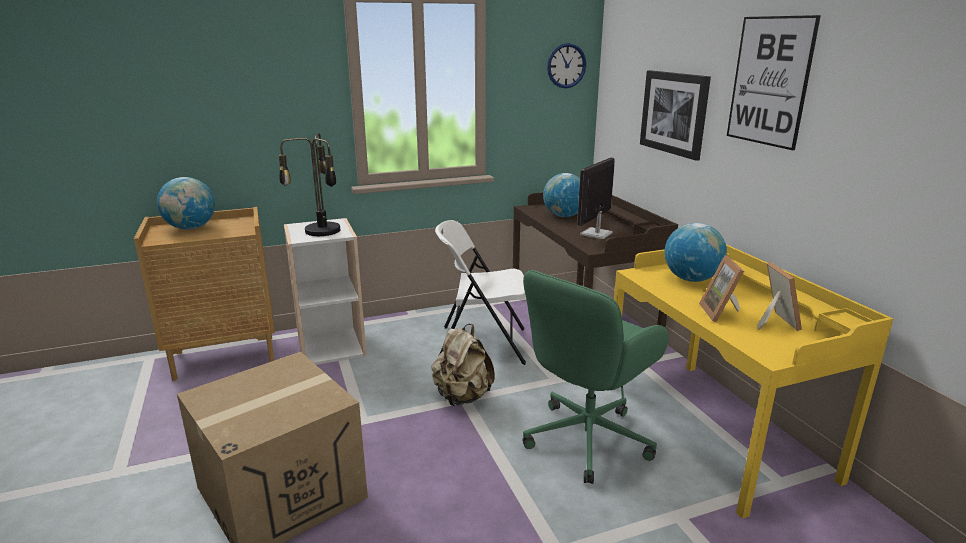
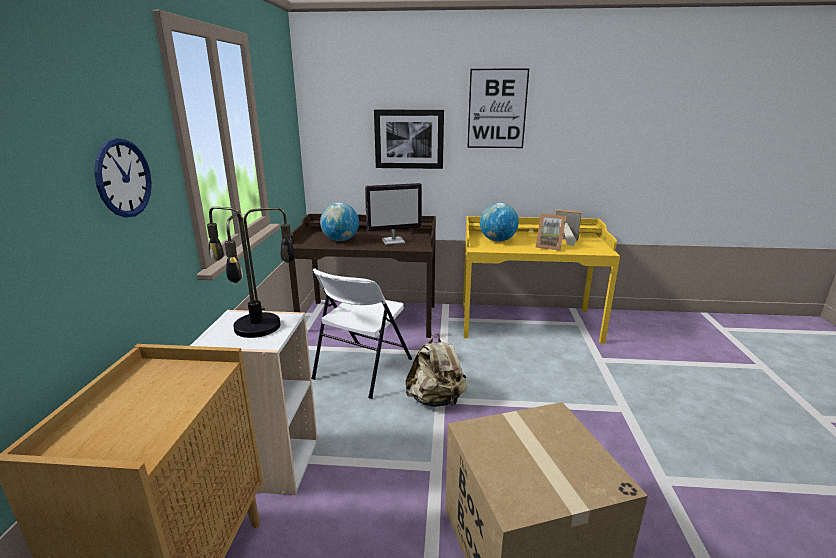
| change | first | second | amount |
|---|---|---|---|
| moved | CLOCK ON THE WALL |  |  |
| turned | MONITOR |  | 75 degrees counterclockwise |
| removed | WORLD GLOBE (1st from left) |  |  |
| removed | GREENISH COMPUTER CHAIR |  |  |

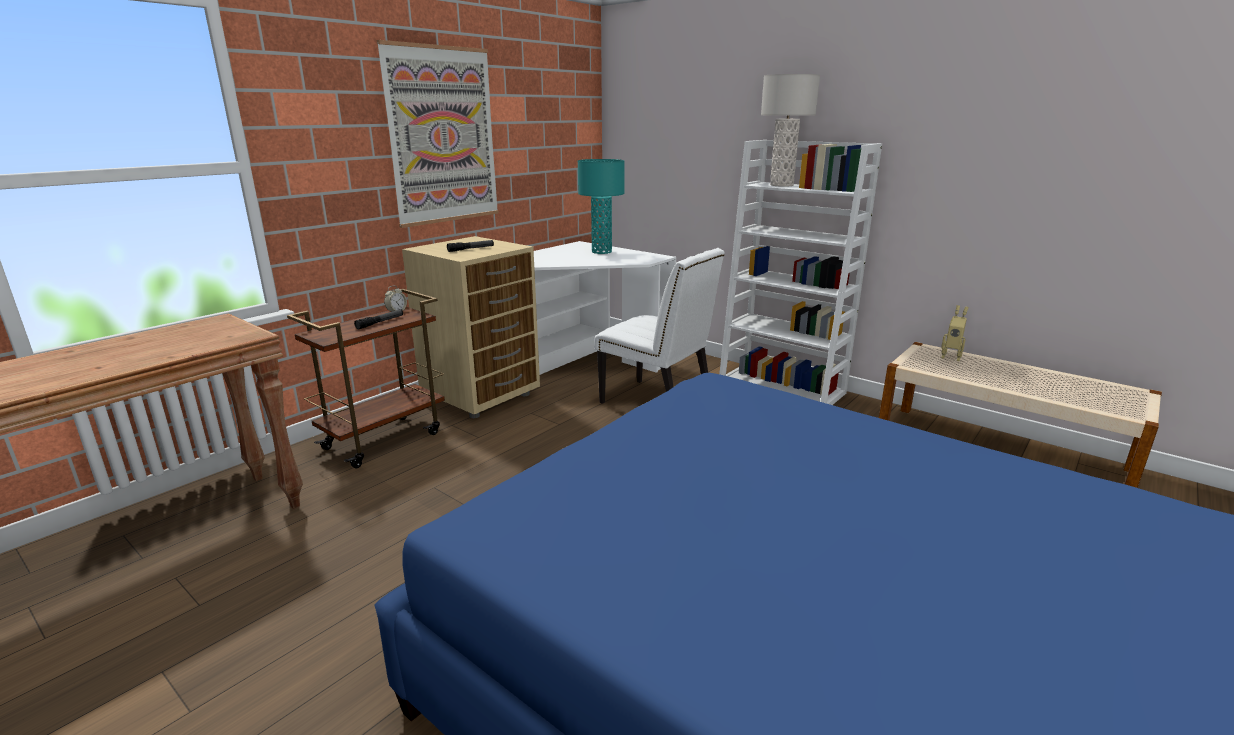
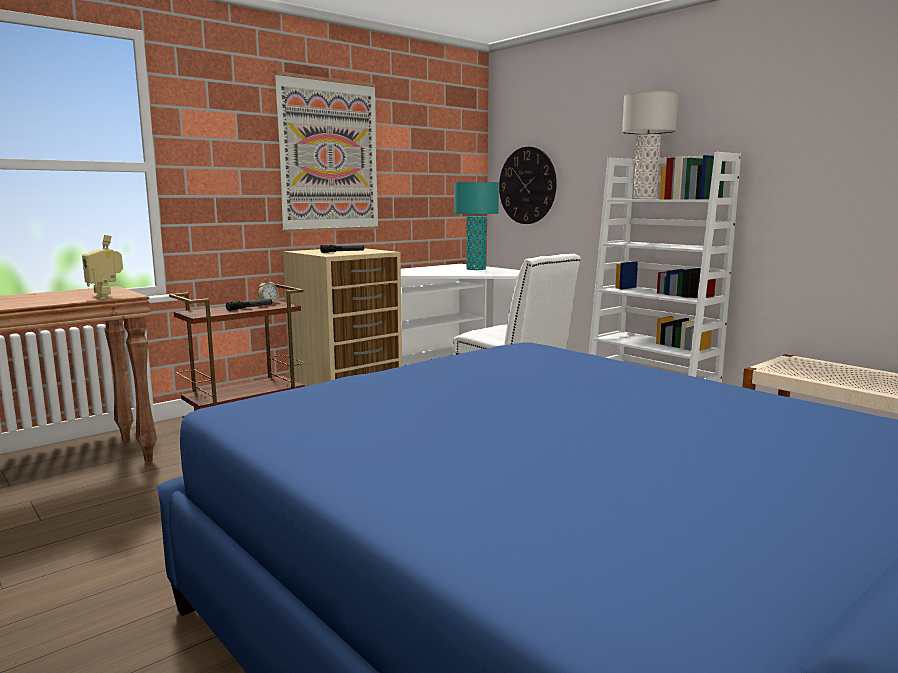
| change | first | second | amount |
|---|---|---|---|
| moved | ROBOT FIGURE |  |  |
| added |  | CLOCK ON THE WALL |  |

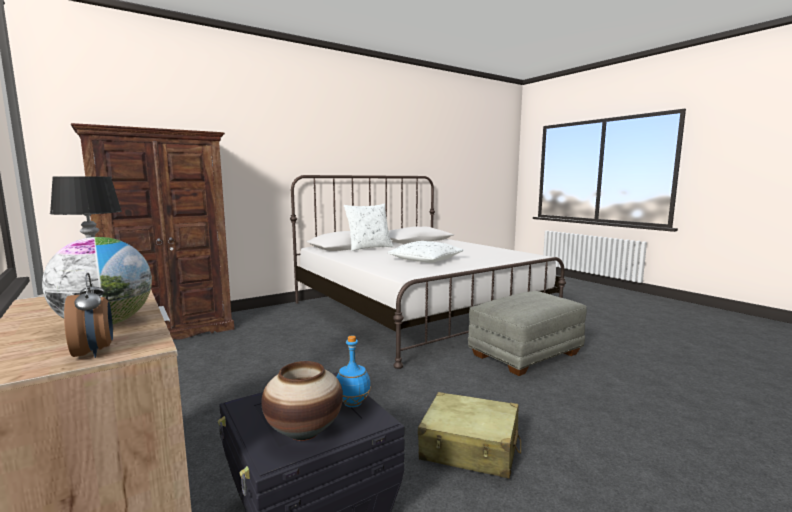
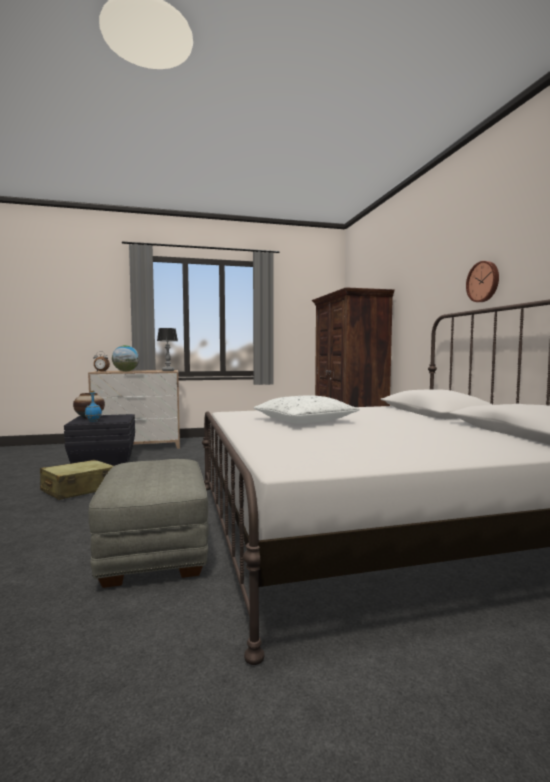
| change | first | second | amount |
|---|---|---|---|
| removed | WHITE-COLOURED CUSHION (1st from left) |  |  |
| added |  | CLOCK ON THE WALL |  |

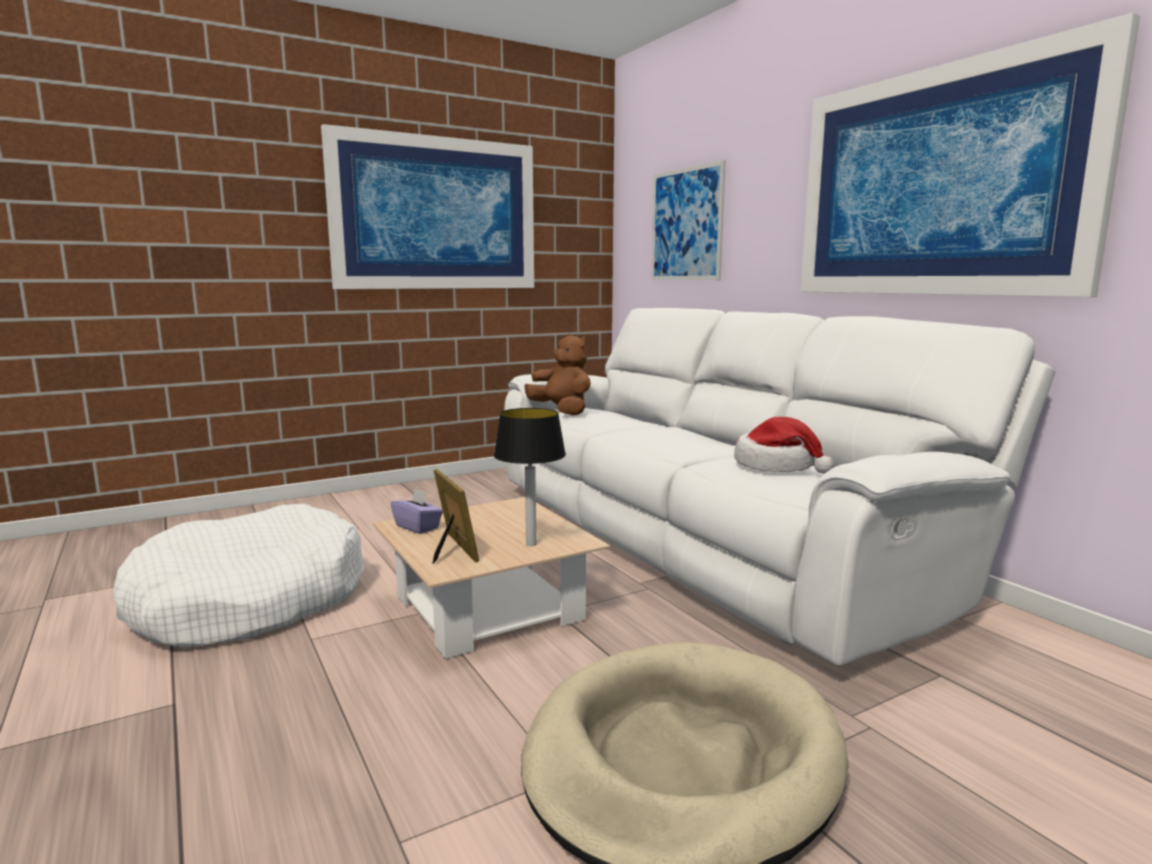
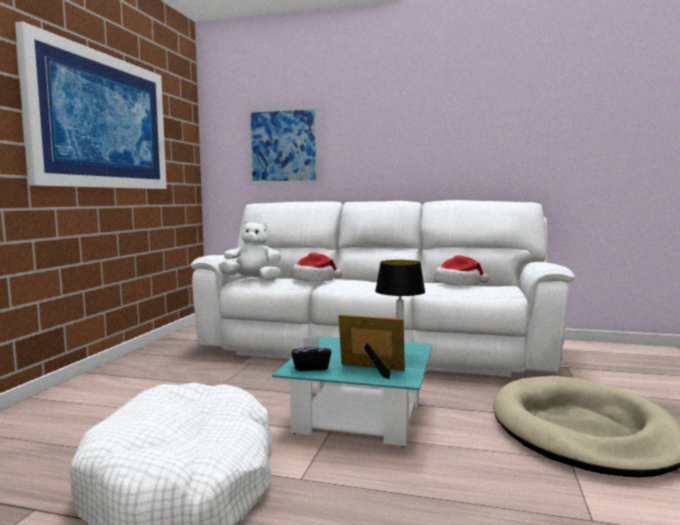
| change | first | second | amount |
|---|---|---|---|
| removed | PICTURE (3rd from left) |  |  |
| recoloured | BROWN PLUSH TOY | WHITE-COLOURED PLUSH TOY |  |
| recoloured | PURPLE TISSUE HOLDER | BLACKISH TISSUE HOLDER |  |
| recoloured | BEIGE COFFEE TABLE | TURQUOISE COFFEE TABLE |  |
| added |  | WEARABLE HAT (1st from left) |  |

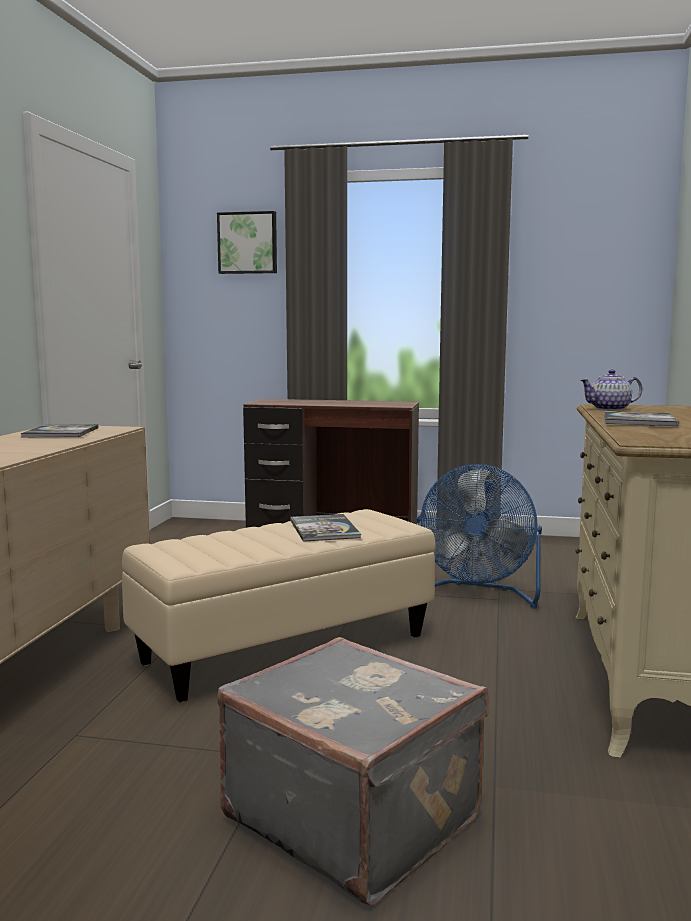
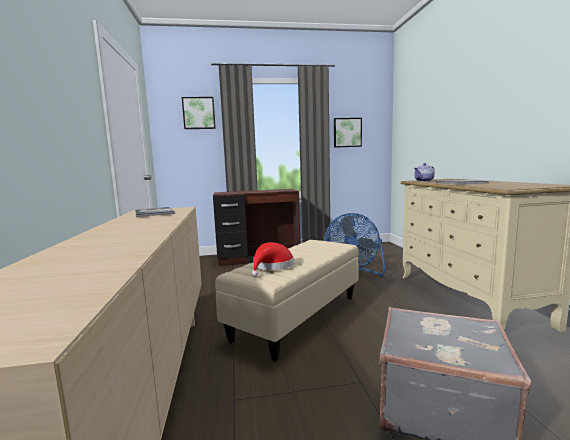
| change | first | second | amount |
|---|---|---|---|
| removed | VOLUME (2nd from left) |  |  |
| added |  | PICTURE (2nd from left) |  |
| added |  | RED WEARABLE HAT |  |

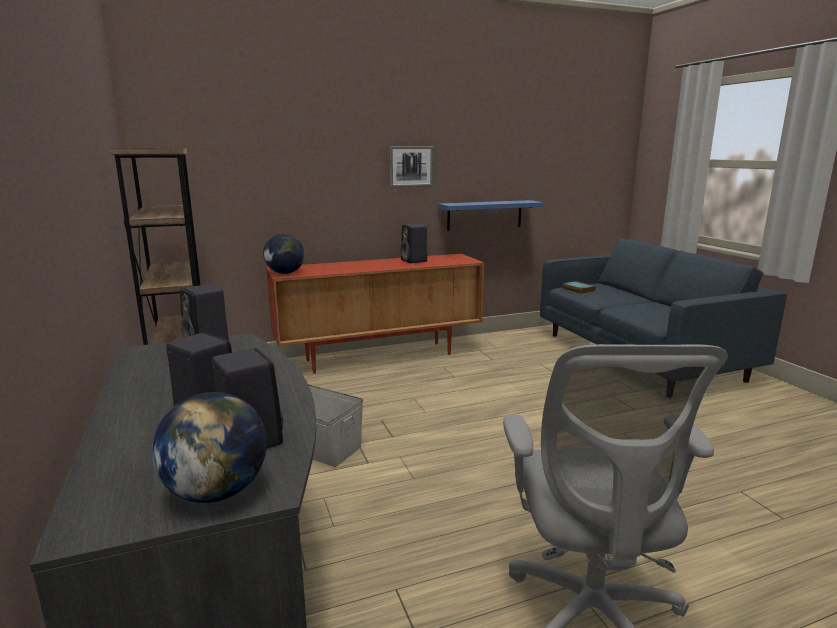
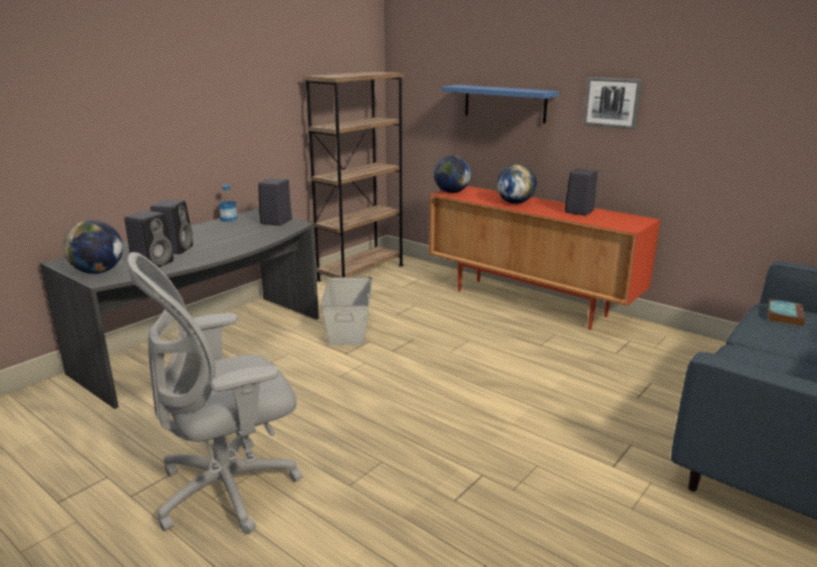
| change | first | second | amount |
|---|---|---|---|
| moved | BLUISH BRACKET SHELF |  |  |
| added |  | WORLD GLOBE (3rd from left) |  |
| added |  | BEVERAGE BOTTLE |  |

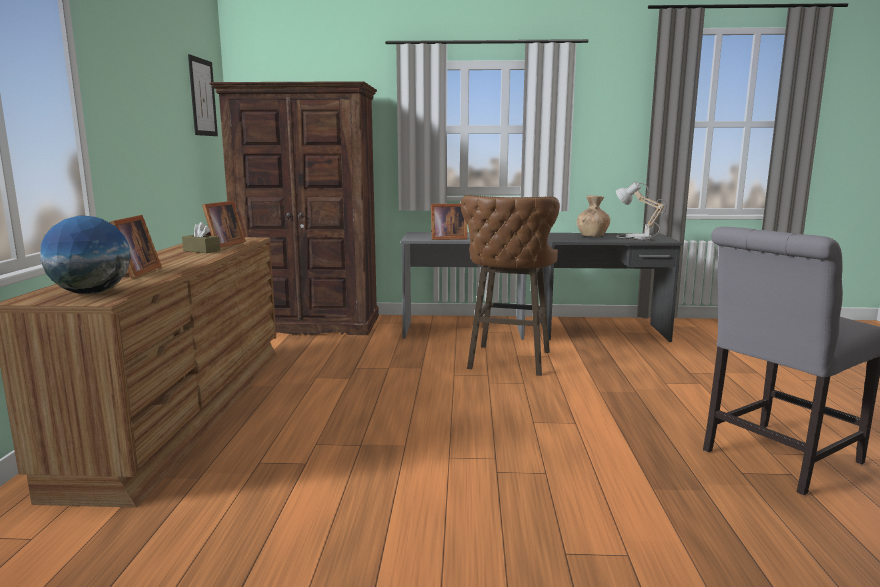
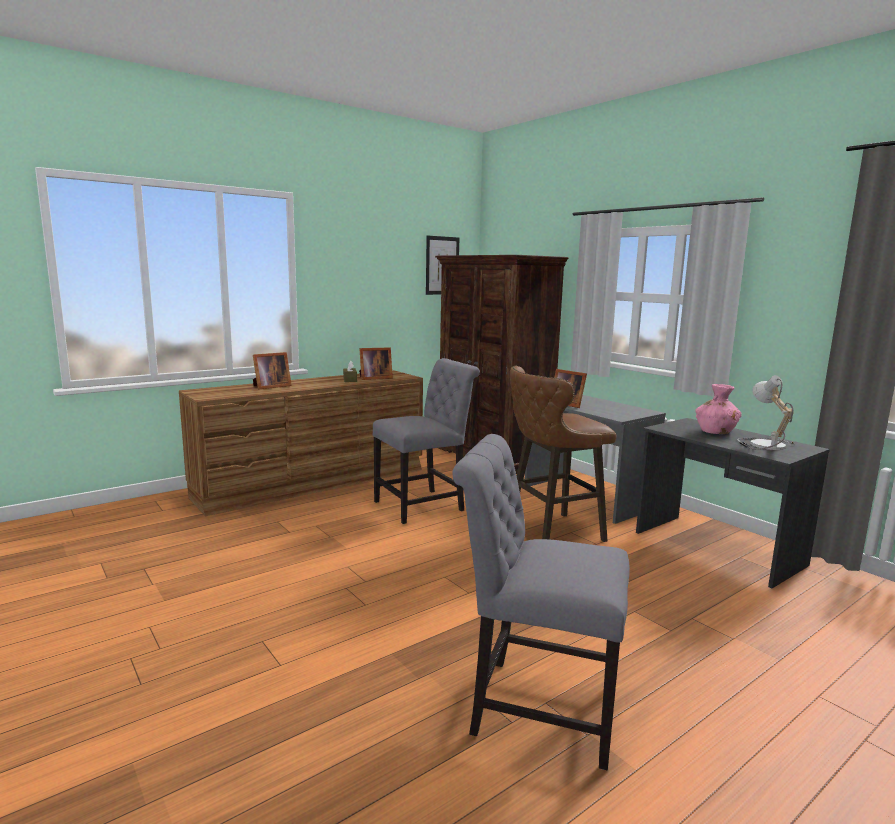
| change | first | second | amount |
|---|---|---|---|
| recoloured | BROWN FLOWER VASE | PINK FLOWER VASE |  |
| removed | WORLD GLOBE |  |  |
| added |  | GREYISH CHAIR (1st from left) |  |

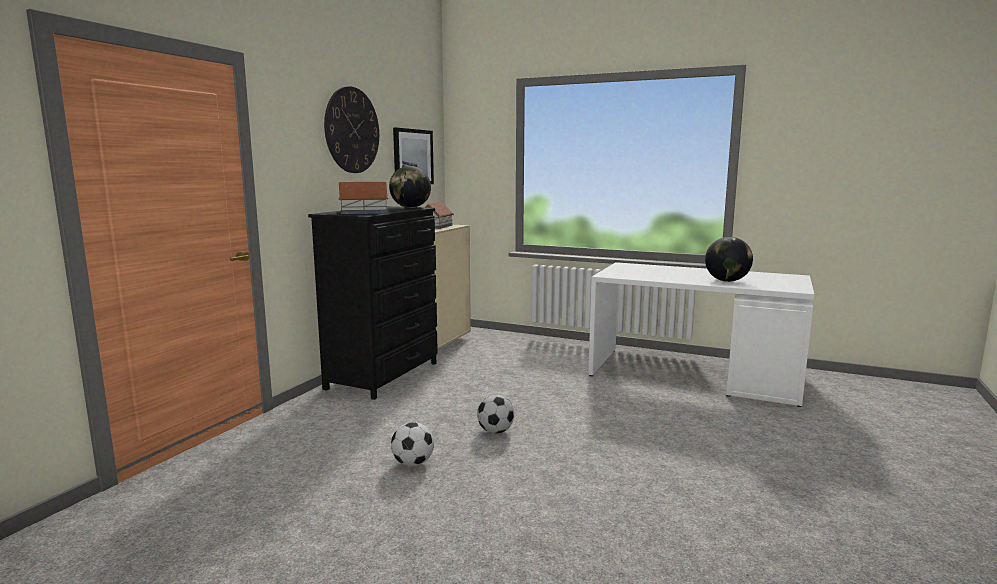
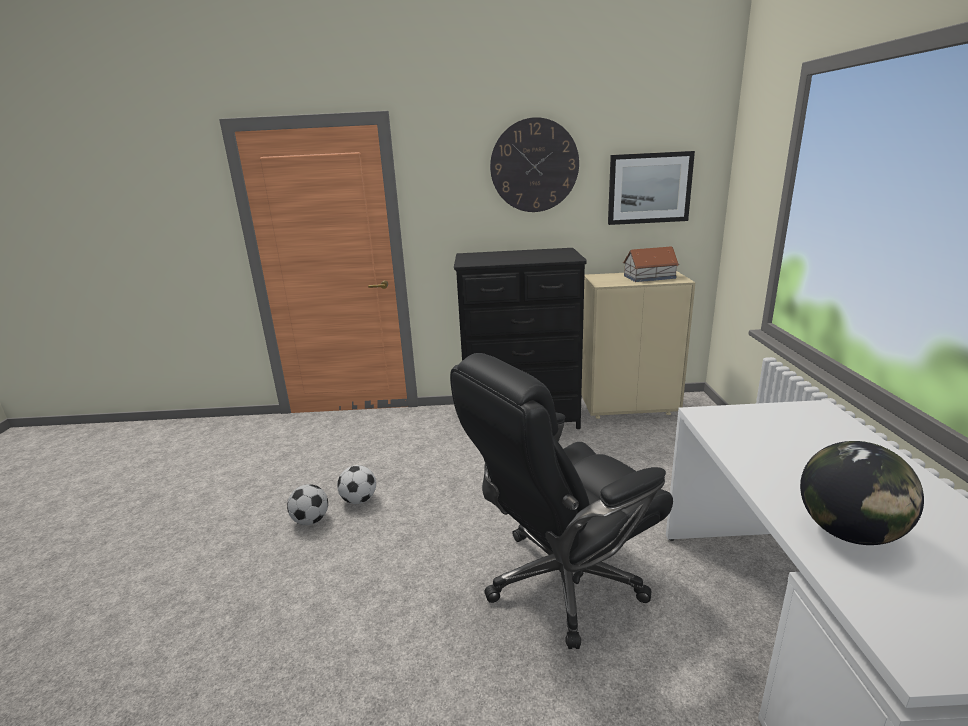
| change | first | second | amount |
|---|---|---|---|
| removed | WORLD GLOBE (1st from left) |  |  |
| removed | MODEL HOUSE (1st from left) |  |  |
| moved | BALL FOR FOOTBALL (2nd from left in the first image) | BALL FOR FOOTBALL (1st from left) |  |
| added |  | BLACKISH COMPUTER CHAIR |  |

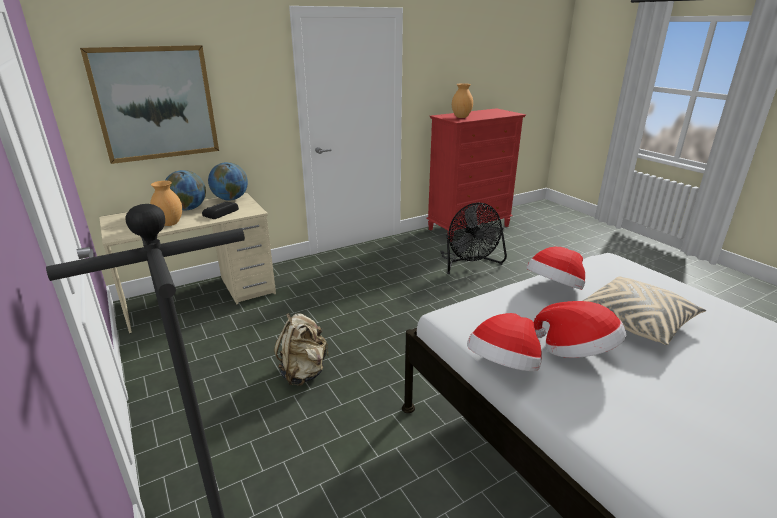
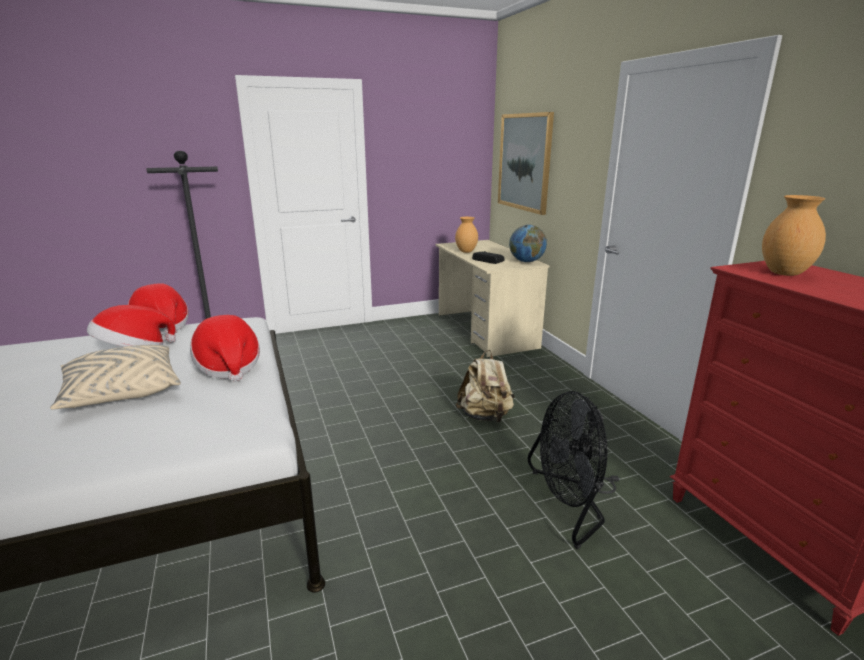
| change | first | second | amount |
|---|---|---|---|
| removed | WORLD GLOBE (1st from left) |  |  |
| moved | BEIGE BACKPACK |  |  |

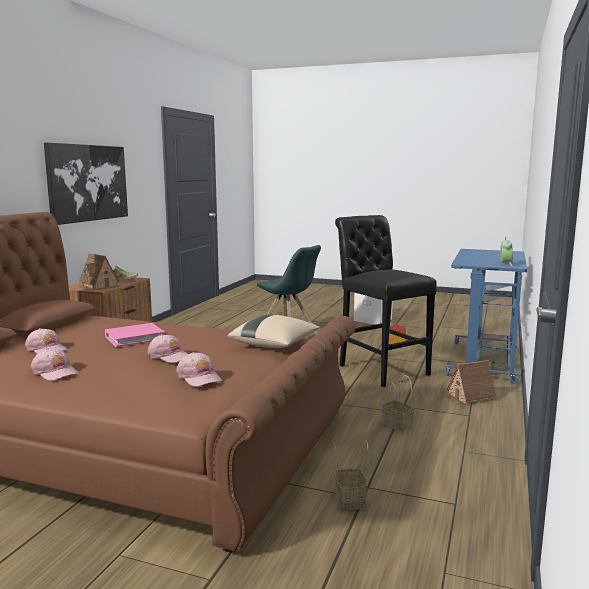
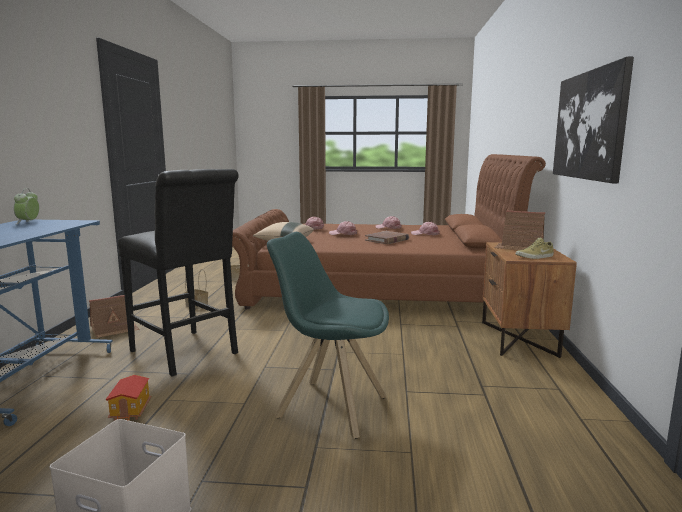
| change | first | second | amount |
|---|---|---|---|
| recoloured | PINK VOLUME | BROWN VOLUME |  |

